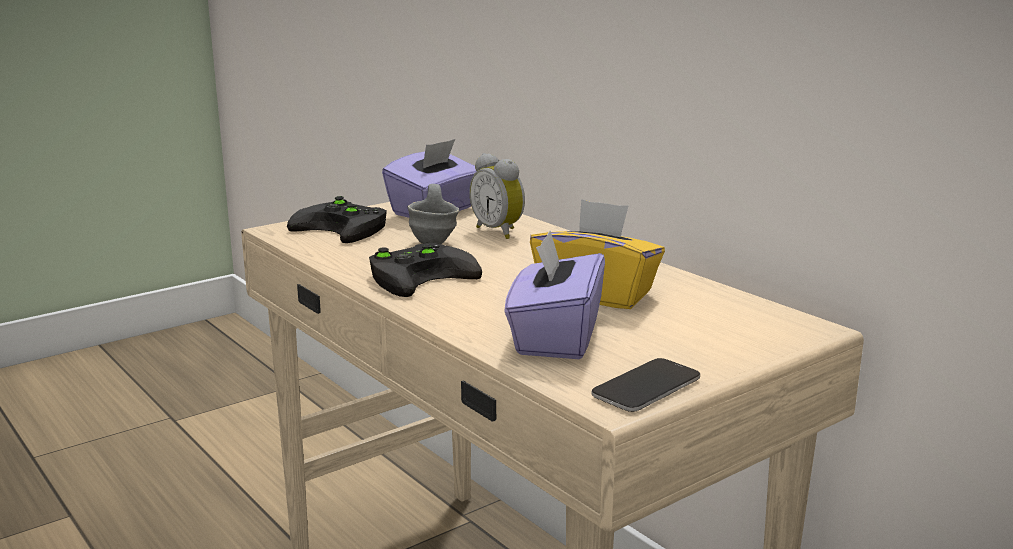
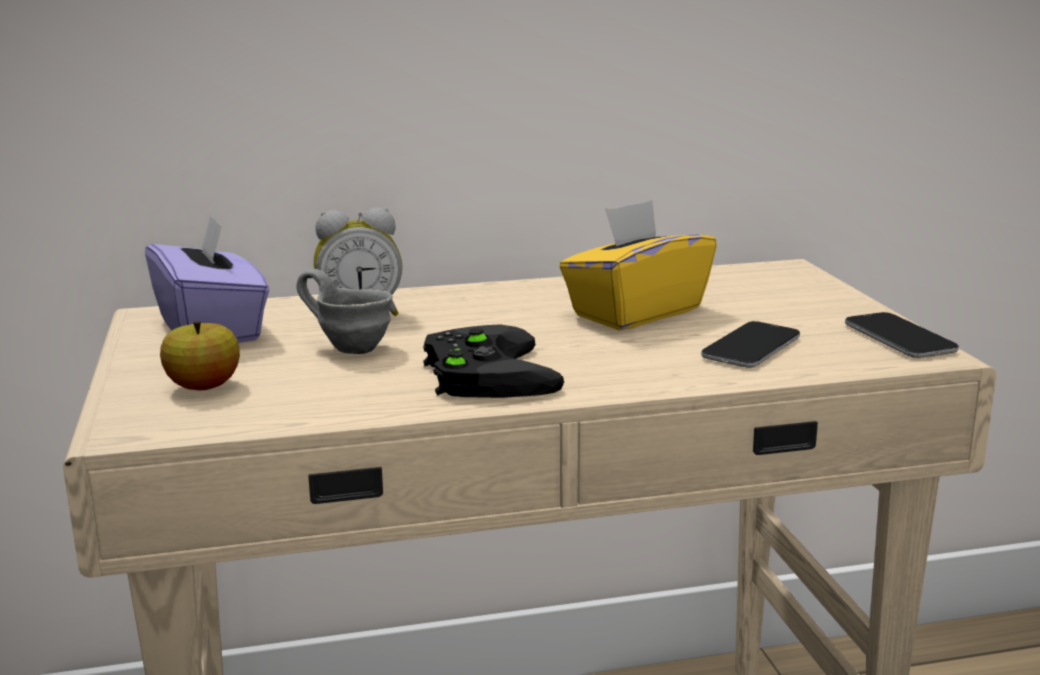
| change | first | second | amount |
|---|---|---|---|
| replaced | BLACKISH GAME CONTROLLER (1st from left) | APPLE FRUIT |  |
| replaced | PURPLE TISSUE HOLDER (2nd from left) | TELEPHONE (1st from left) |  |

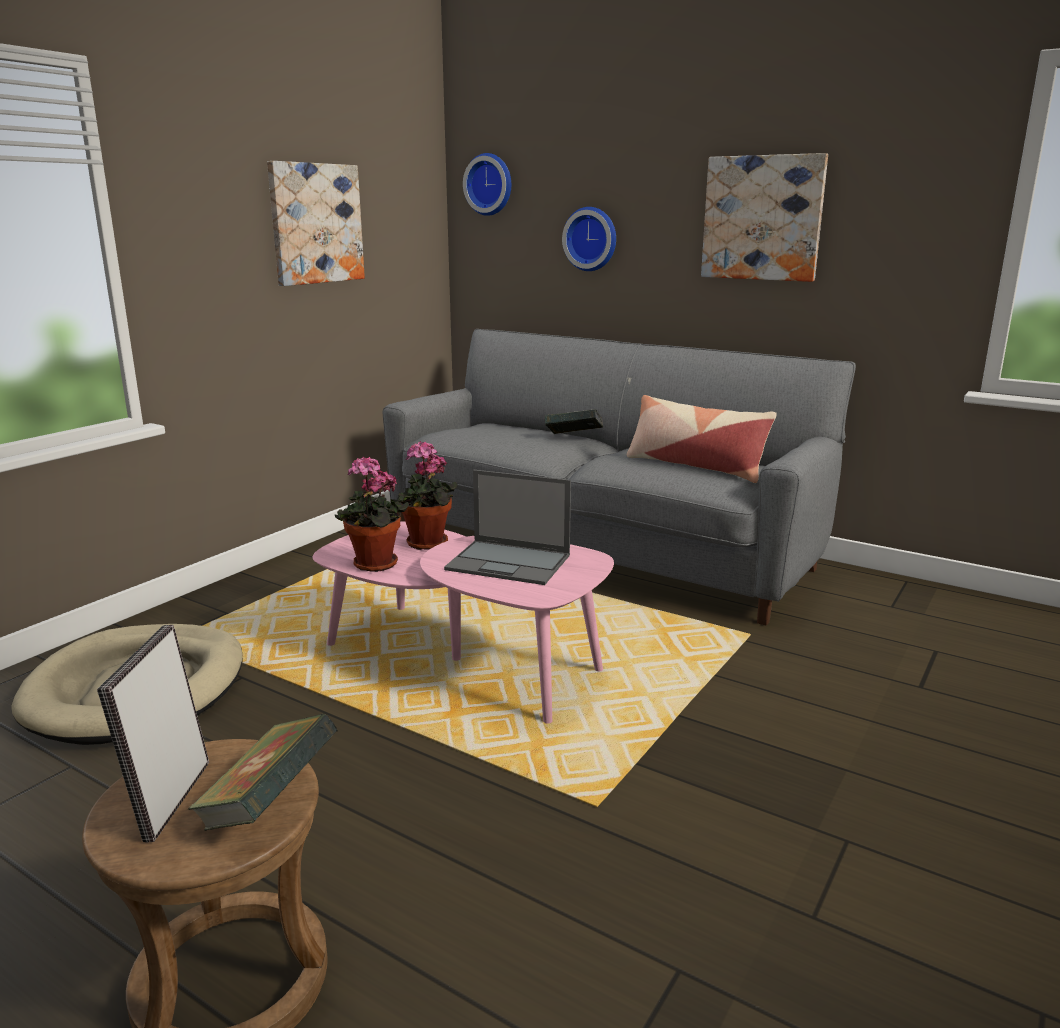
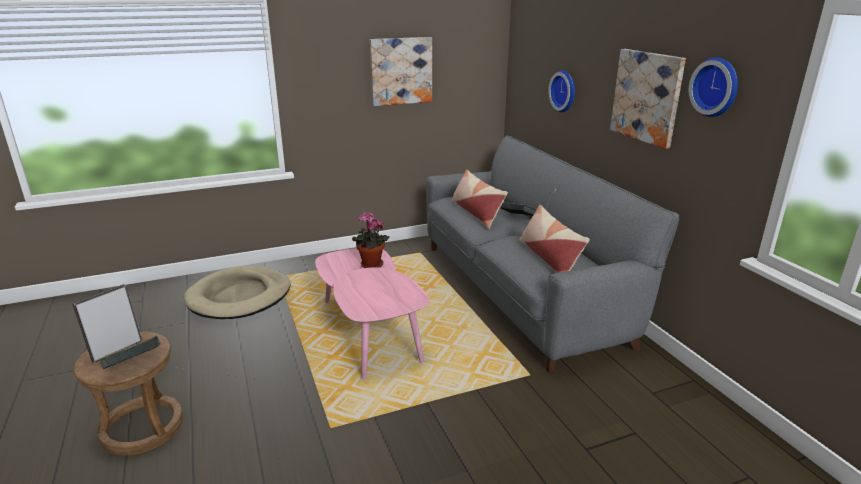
| change | first | second | amount |
|---|---|---|---|
| moved | CLOCK ON THE WALL (1st from left in the first image) | CLOCK ON THE WALL (2nd from left) |  |
| removed | HOUSEPLANT (1st from left) |  |  |
| removed | LAPTOP |  |  |
| added |  | CUSHION (1st from left) |  |

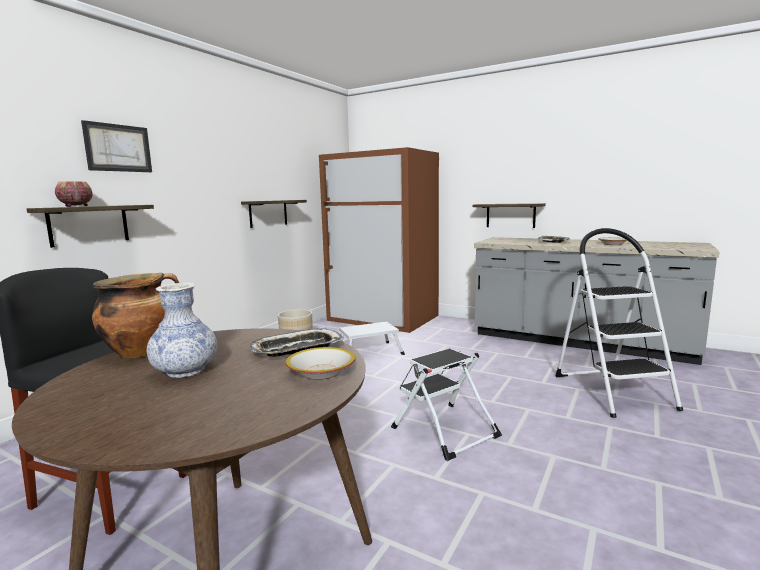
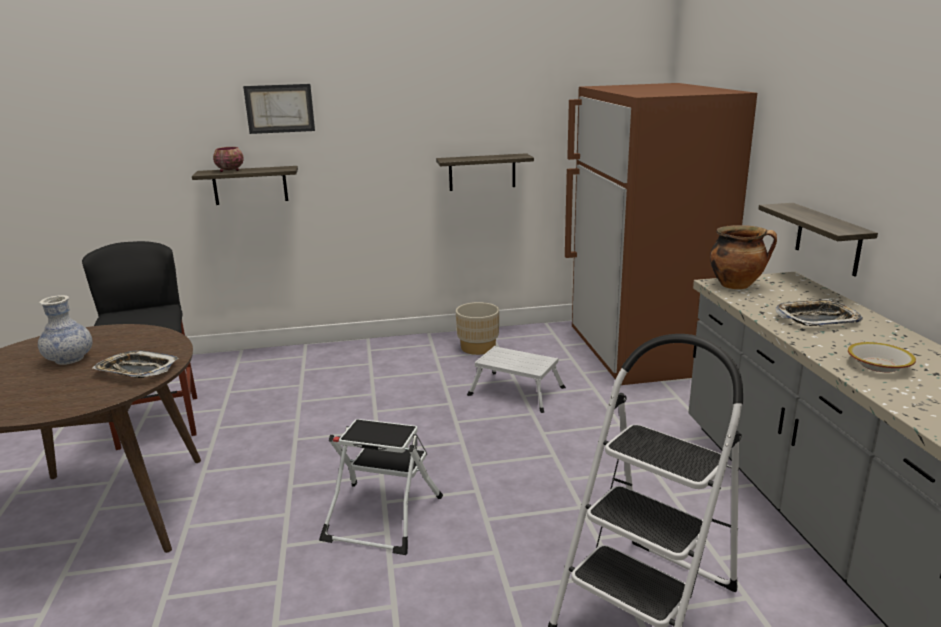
| change | first | second | amount |
|---|---|---|---|
| moved | COOKING POT |  |  |
| removed | SERVING BOWL (2nd from left) |  |  |

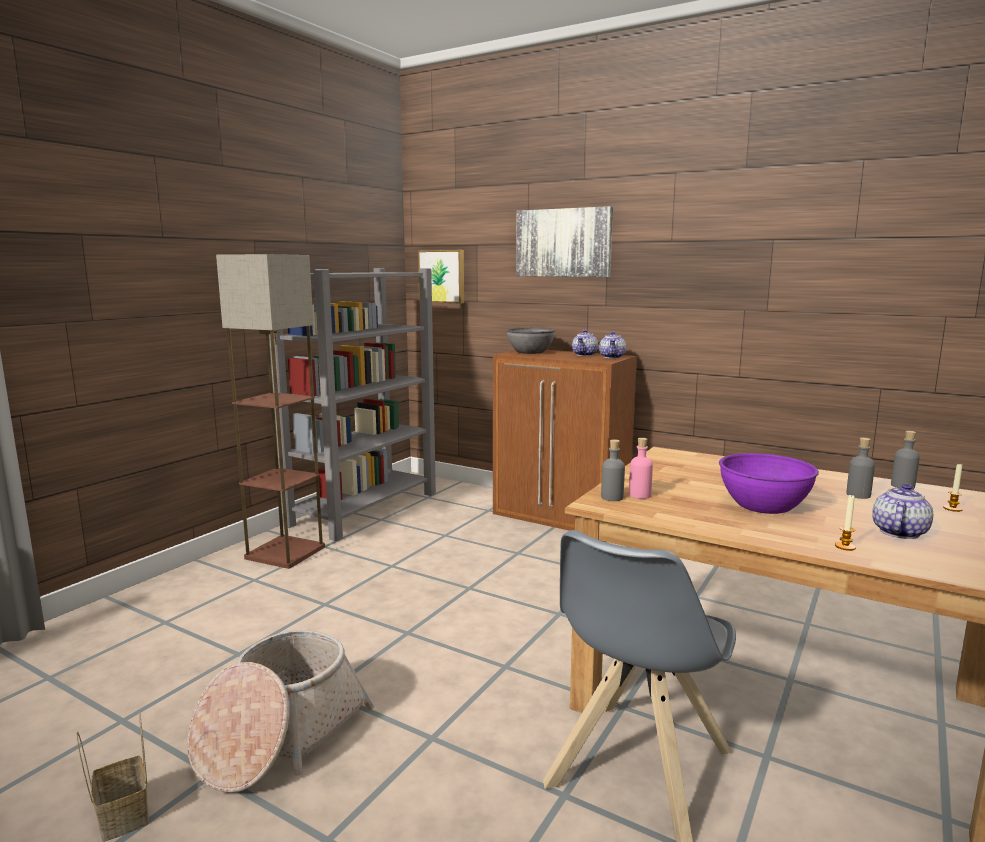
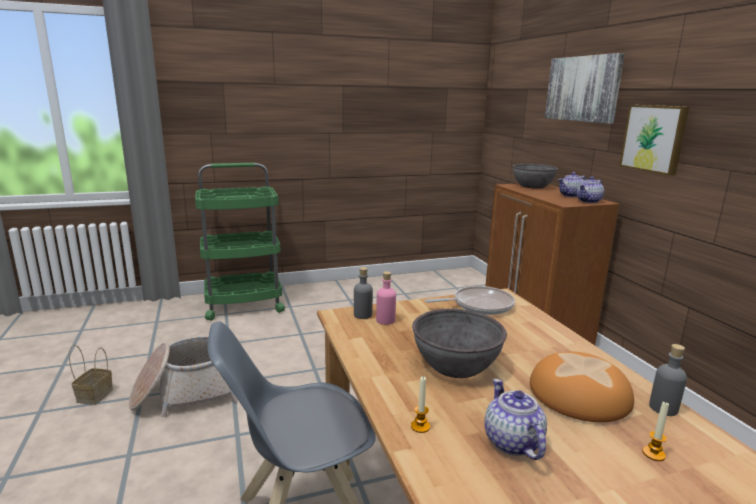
| change | first | second | amount |
|---|---|---|---|
| moved | PICTURE (1st from left in the first image) | PICTURE (2nd from left) |  |
| removed | STANDING LAMP |  |  |
| removed | GREYISH SHELVING UNIT |  |  |
| replaced | GREYISH BEVERAGE BOTTLE (2nd from left) | BAKED BREAD |  |
| recoloured | PURPLE SERVING BOWL | GREYISH SERVING BOWL (1st from left) |  |
| turned | TEAPOT (3rd from left in the first image) | TEAPOT (1st from left) | 90 degrees counterclockwise |
| added |  | GREENISH TROLLEY |  |
| added |  | SKILLET |  |

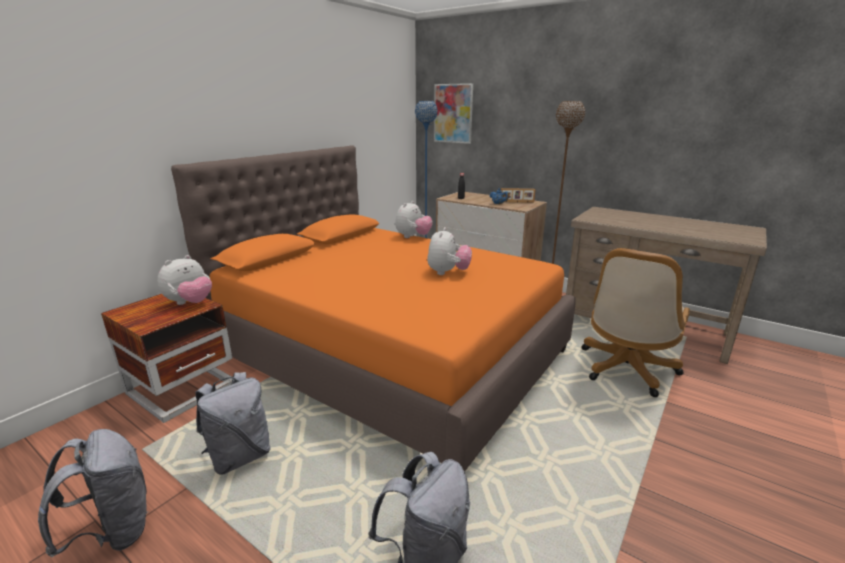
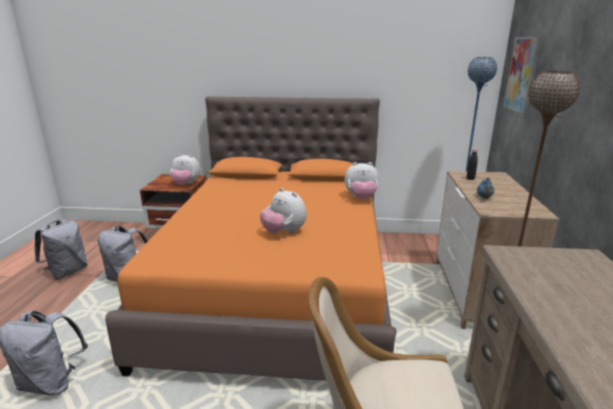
| change | first | second | amount |
|---|---|---|---|
| removed | PHOTO FRAME |  |  |
| turned | PLUSH TOY (3rd from left in the first image) | PLUSH TOY (2nd from left) | 60 degrees clockwise |

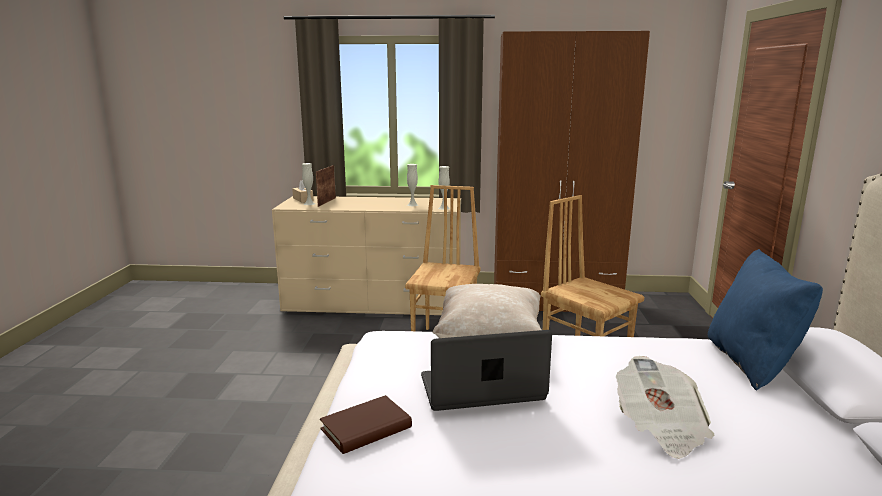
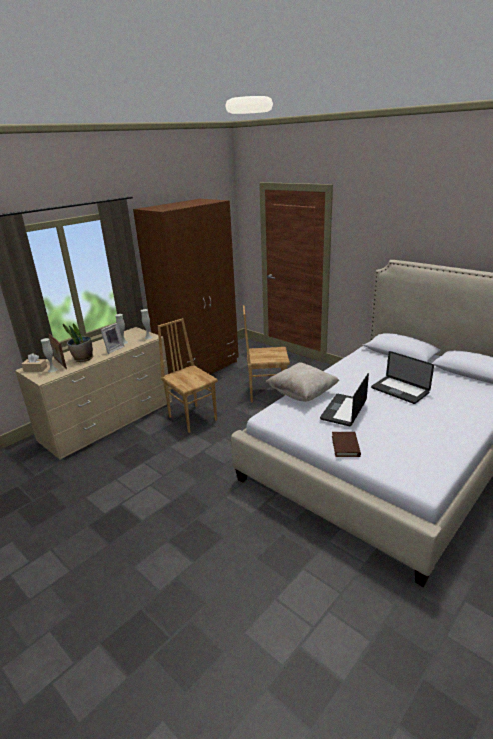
| change | first | second | amount |
|---|---|---|---|
| removed | BLUISH CUSHION |  |  |
| replaced | PRINTED PAPER | LAPTOP (2nd from left) |  |
| added |  | HOUSEPLANT |  |
| added |  | PHOTO FRAME (2nd from left) |  |

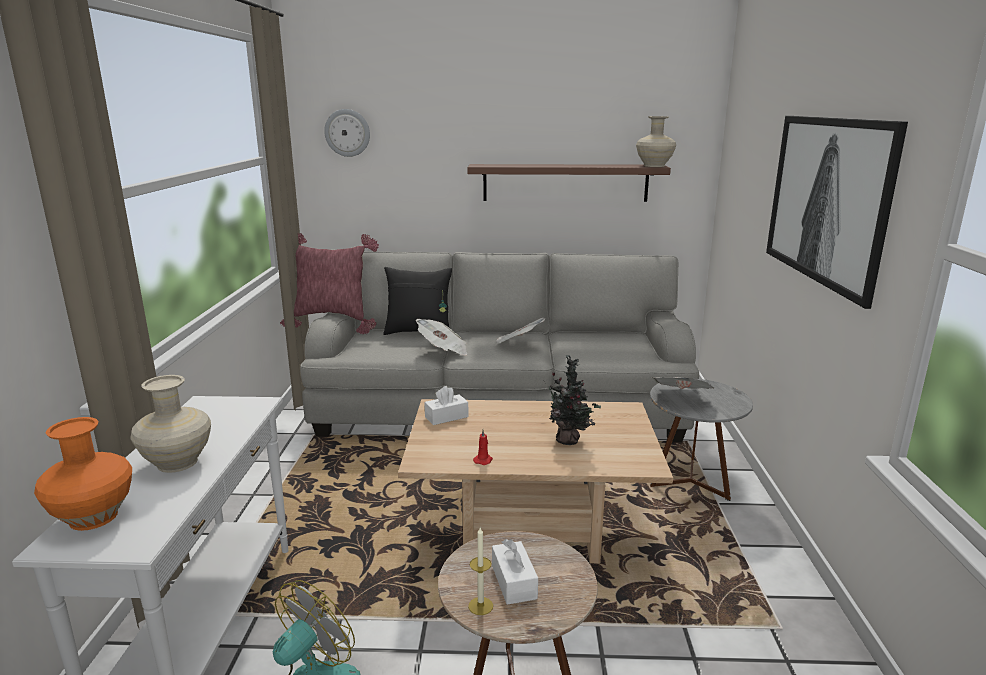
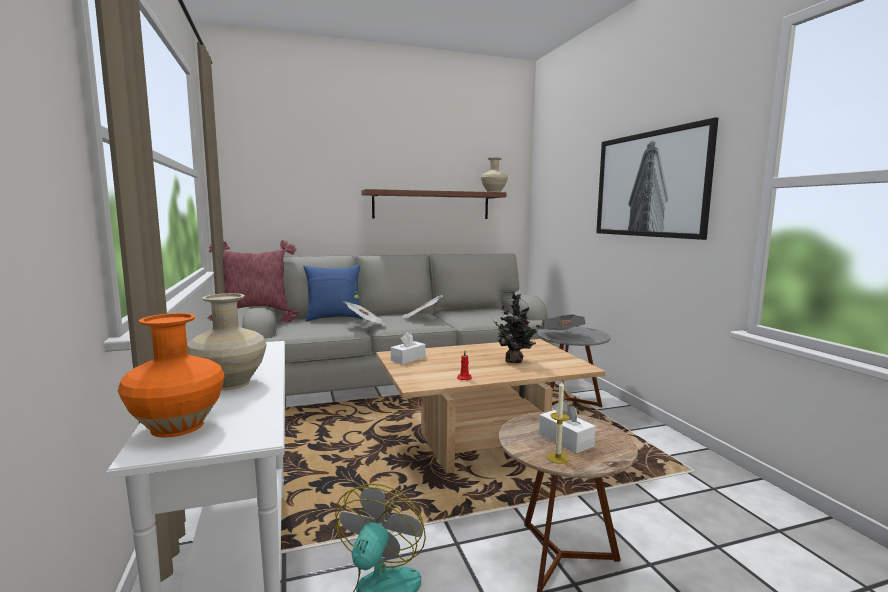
| change | first | second | amount |
|---|---|---|---|
| removed | CLOCK ON THE WALL |  |  |
| recoloured | BLACKISH CUSHION | BLUISH CUSHION |  |

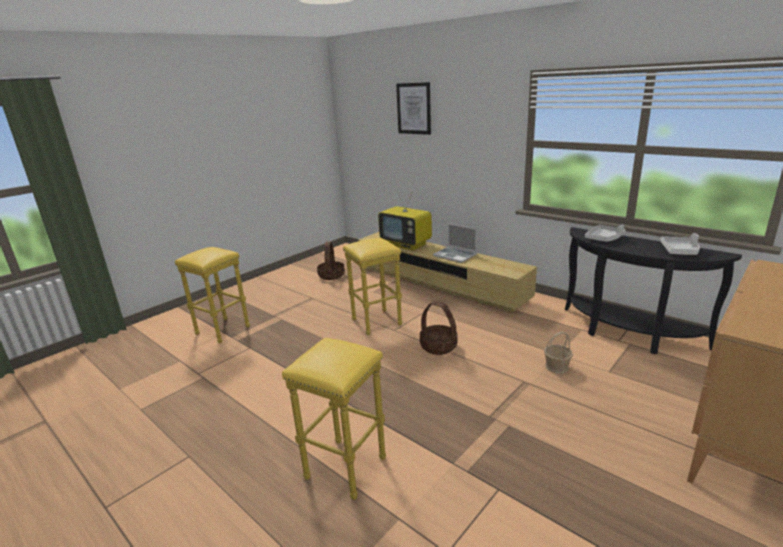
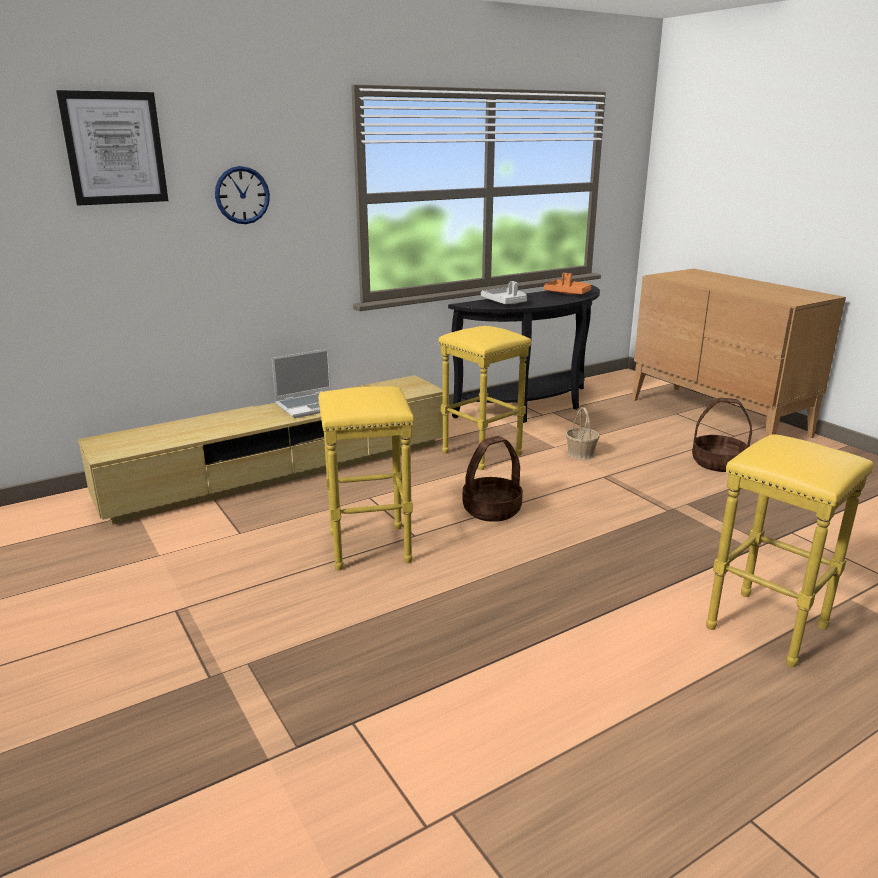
| change | first | second | amount |
|---|---|---|---|
| removed | TELEVISION |  |  |
| recoloured | GREYISH SERVING TRAY (2nd from left) | ORANGEY SERVING TRAY |  |
| moved | BASKET (1st from left in the first image) | BASKET (3rd from left) |  |
| moved | YELLOWISH STOOL SEAT (1st from left in the first image) | YELLOWISH STOOL SEAT (2nd from left) |  |
| added |  | CLOCK ON THE WALL |  |

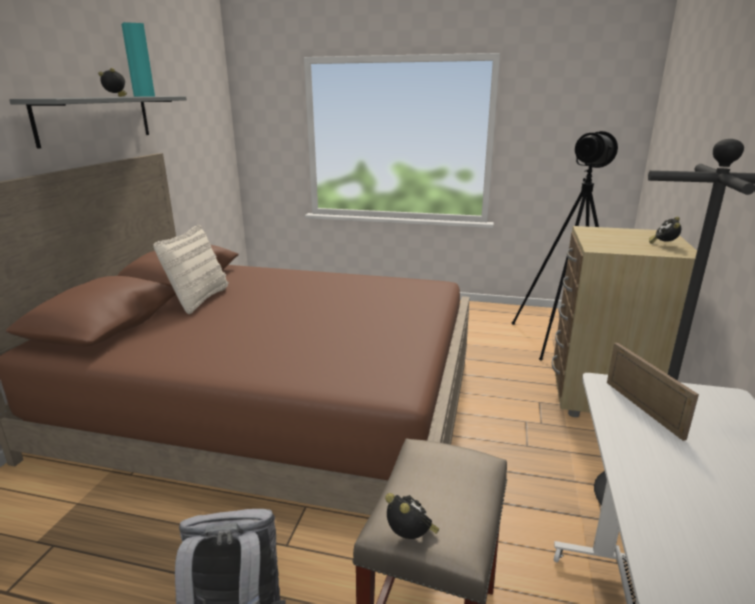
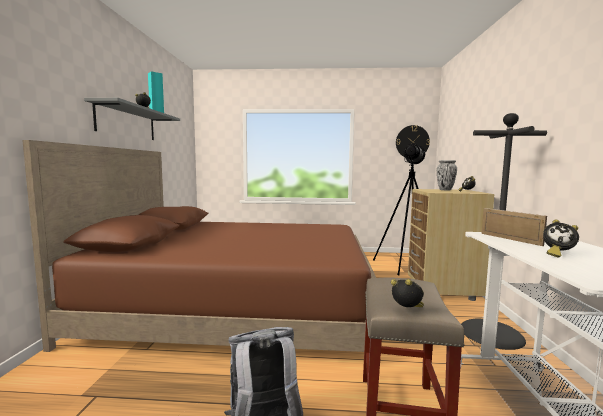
| change | first | second | amount |
|---|---|---|---|
| removed | BEIGE CUSHION |  |  |
| added |  | CLOCK ON THE WALL |  |
| added |  | FLOWER VASE |  |
| added |  | BEDSIDE CLOCK (4th from left) |  |

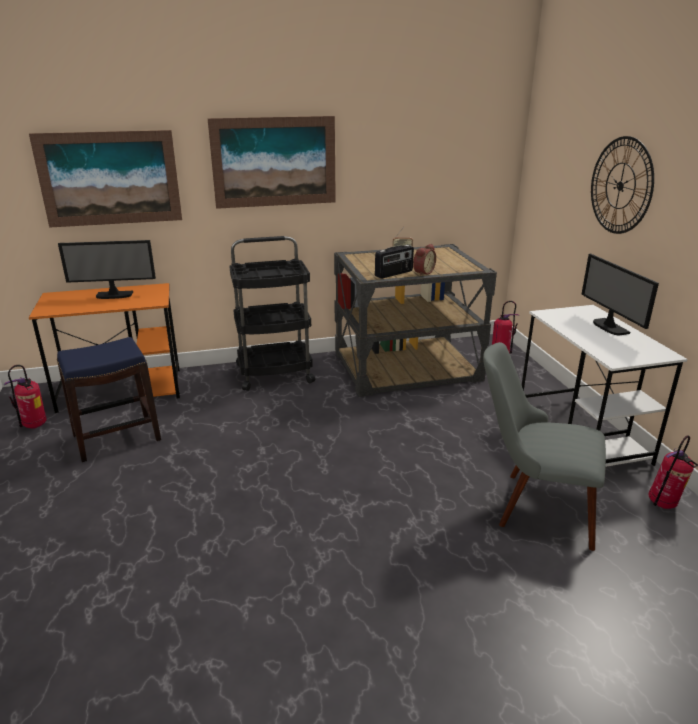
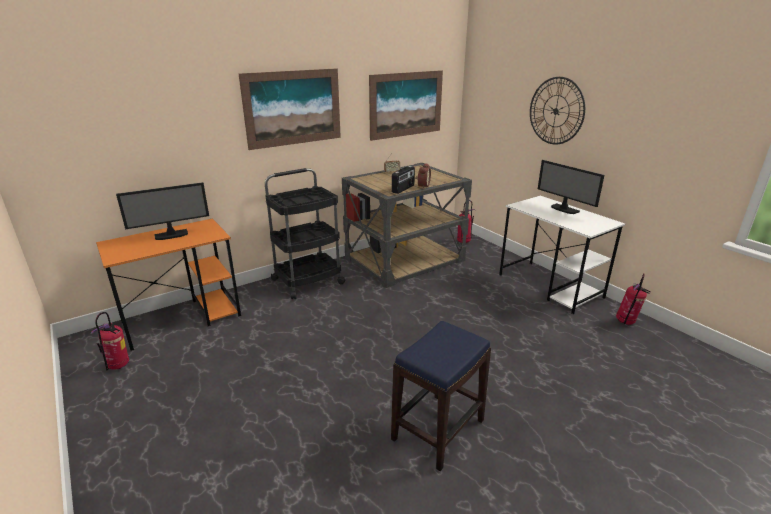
| change | first | second | amount |
|---|---|---|---|
| moved | PICTURE (1st from left in the first image) | PICTURE (2nd from left) |  |
| moved | STOOL SEAT |  |  |
| removed | GREYISH CHAIR |  |  |

